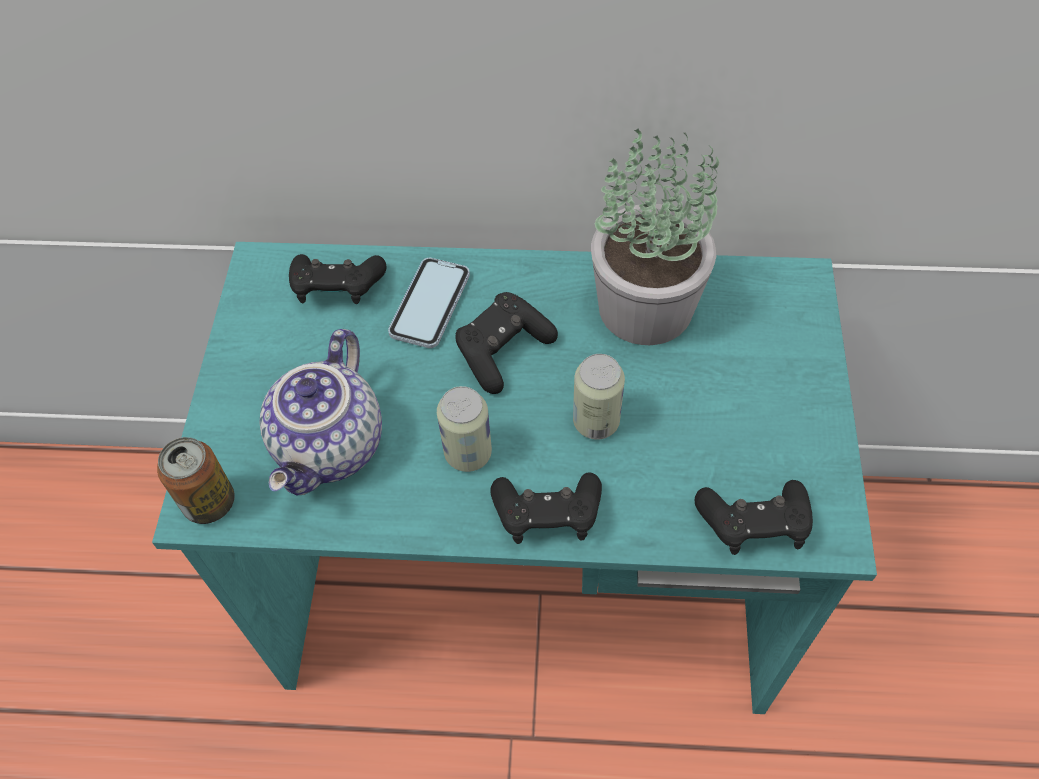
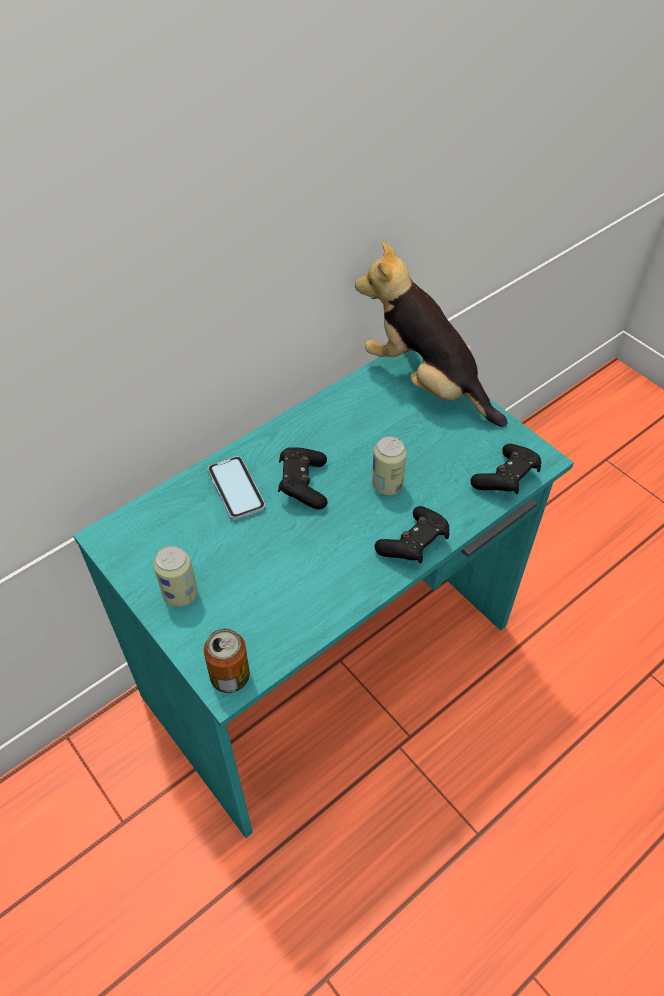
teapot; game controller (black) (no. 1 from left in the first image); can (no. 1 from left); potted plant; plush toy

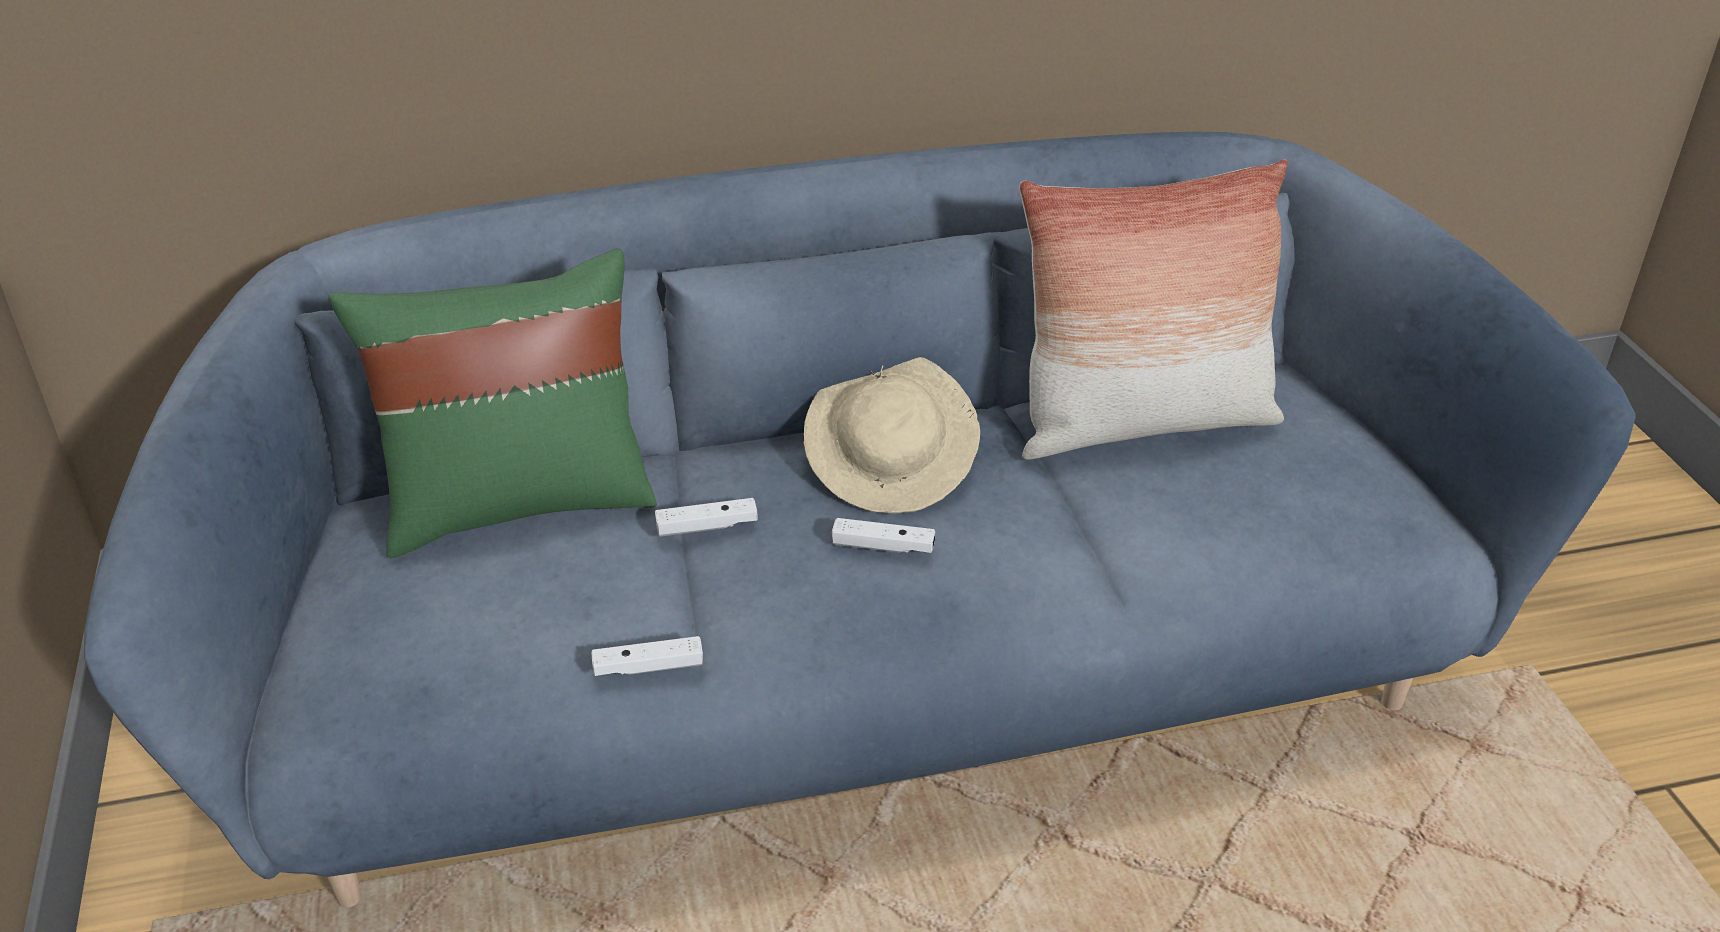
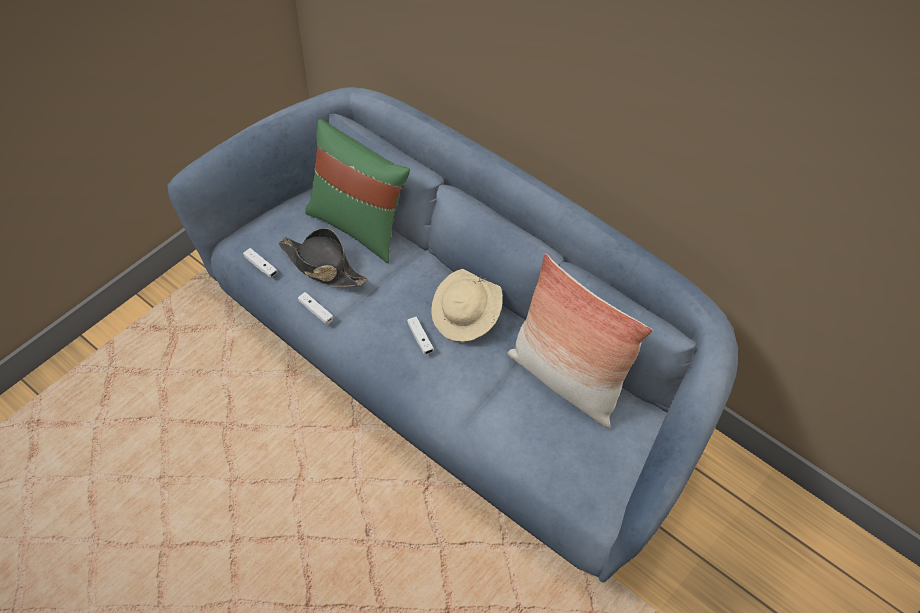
game controller (white) (no. 1 from left); hat (black)

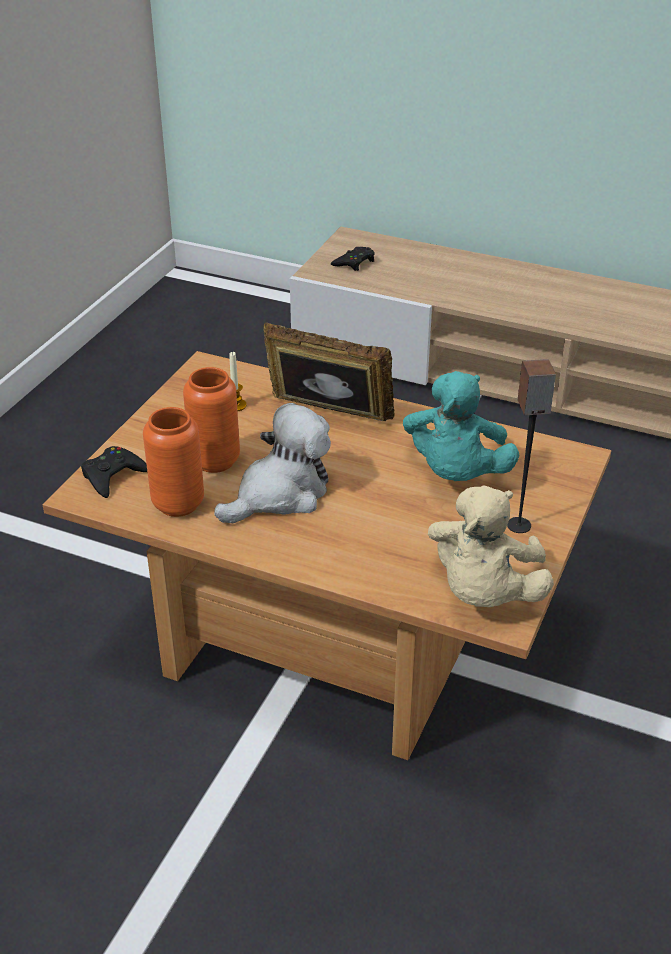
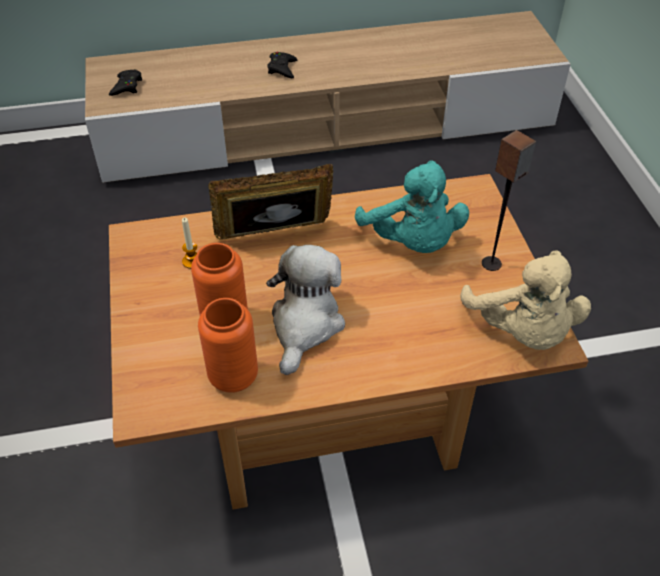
game controller (black) (no. 2 from left)

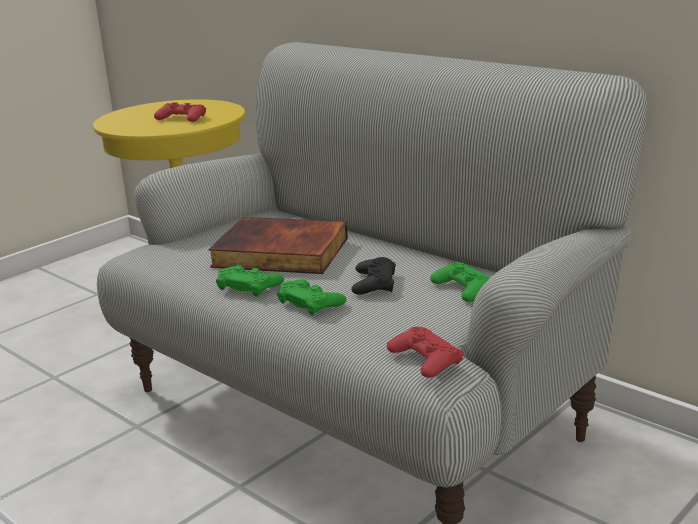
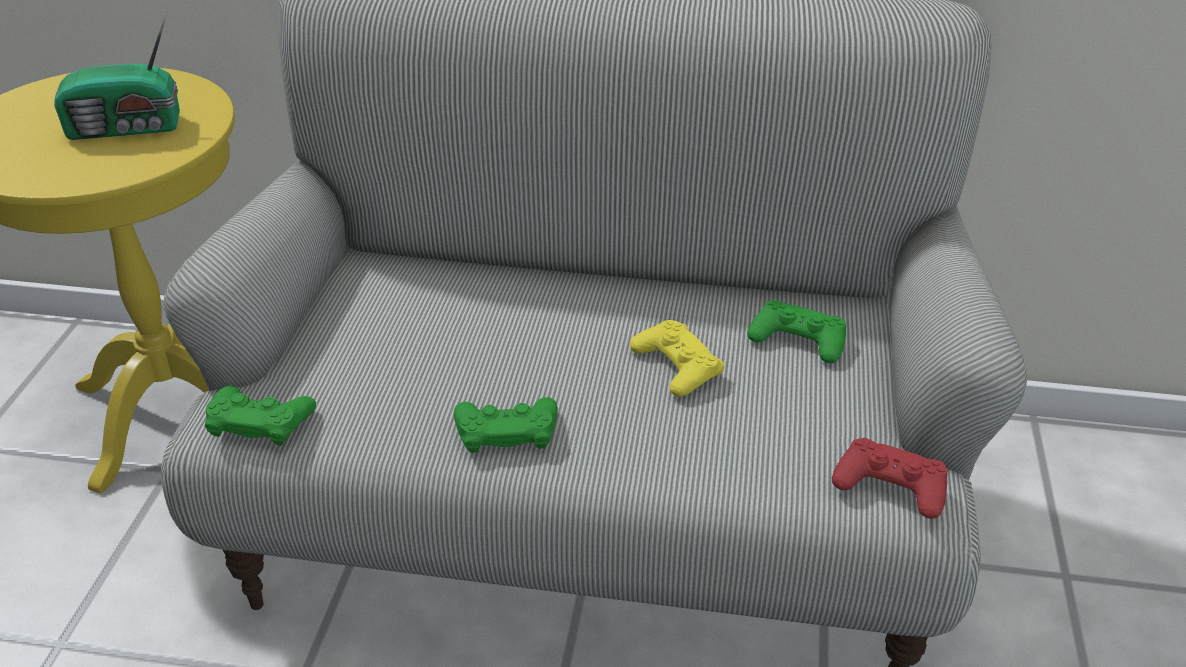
radio; book; game controller (green) (no. 1 from left); game controller (yellow)

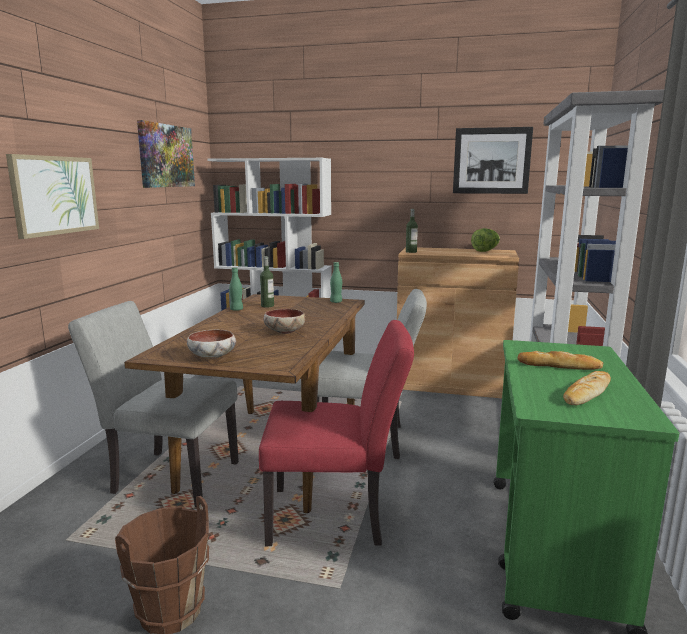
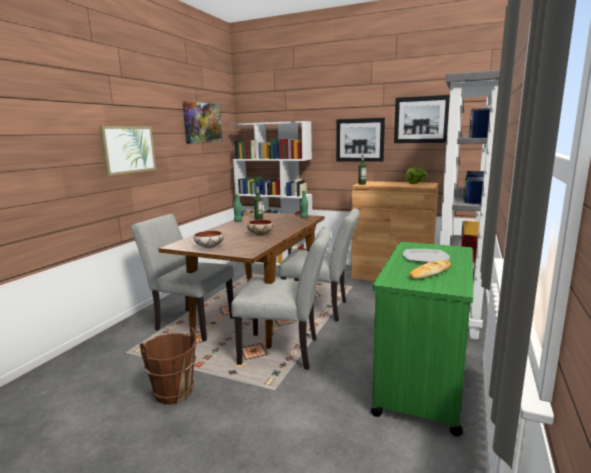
chair (grey) (no. 2 from left); plate; picture (no. 3 from left)

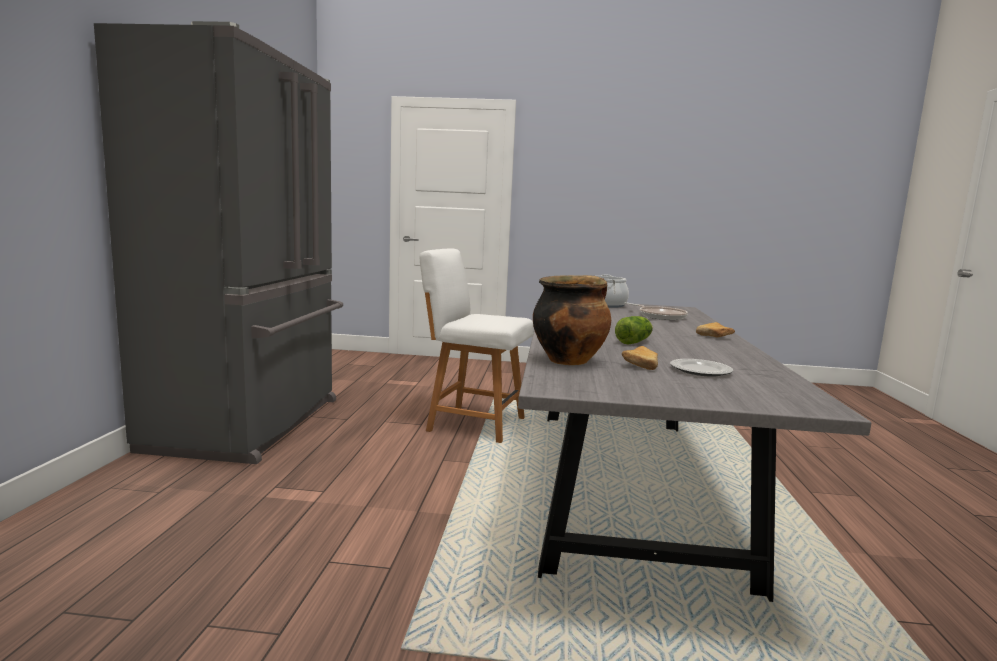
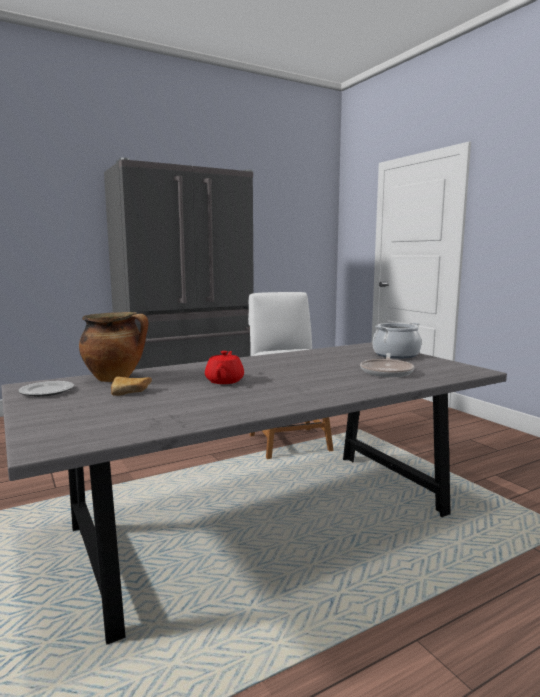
teapot (red); plate; bread (no. 2 from left in the first image)

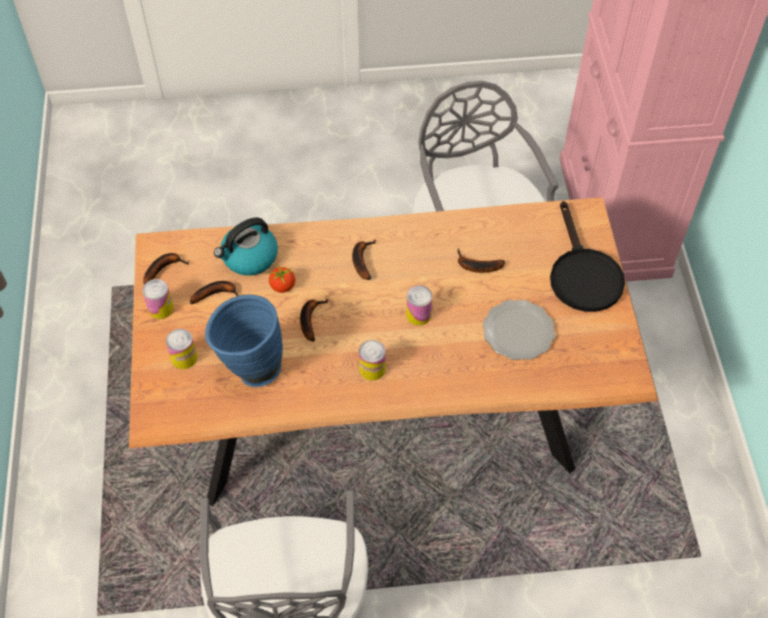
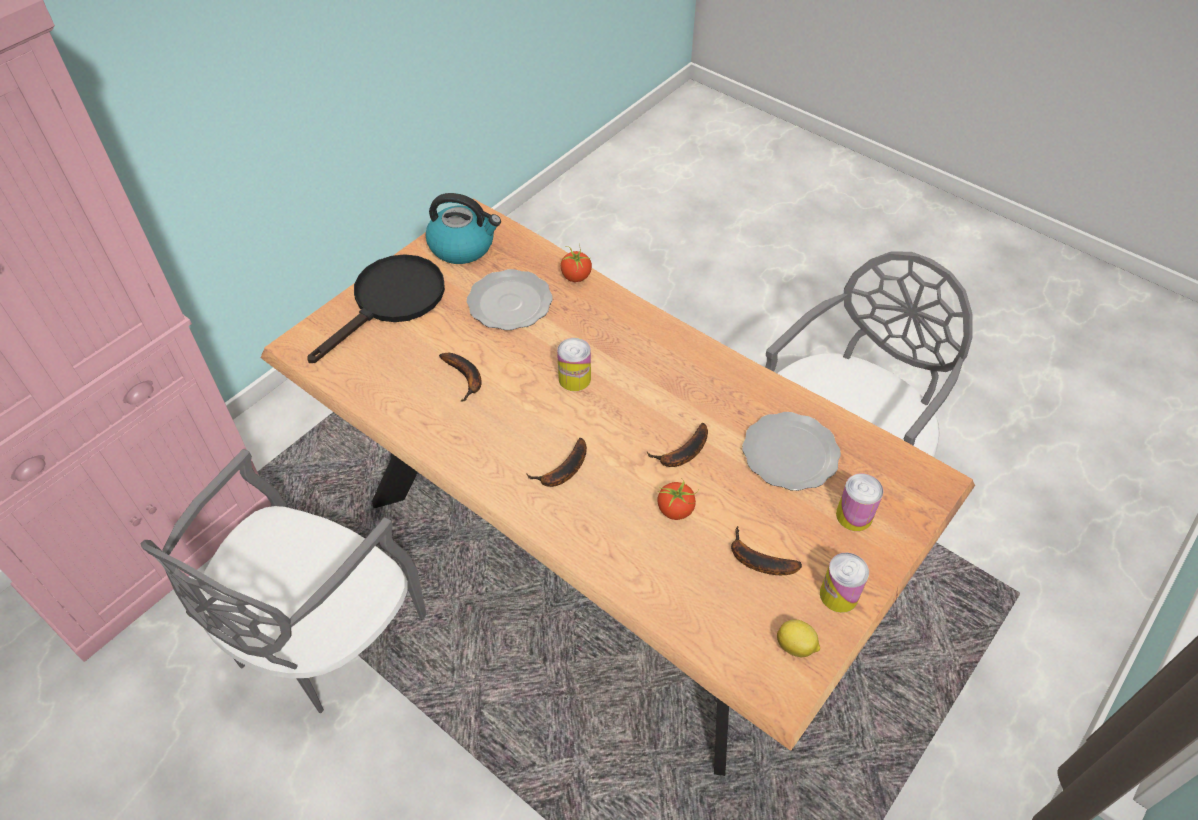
lemon; plate (no. 2 from left); kettle; can (no. 3 from left in the first image); tomato (no. 1 from left)

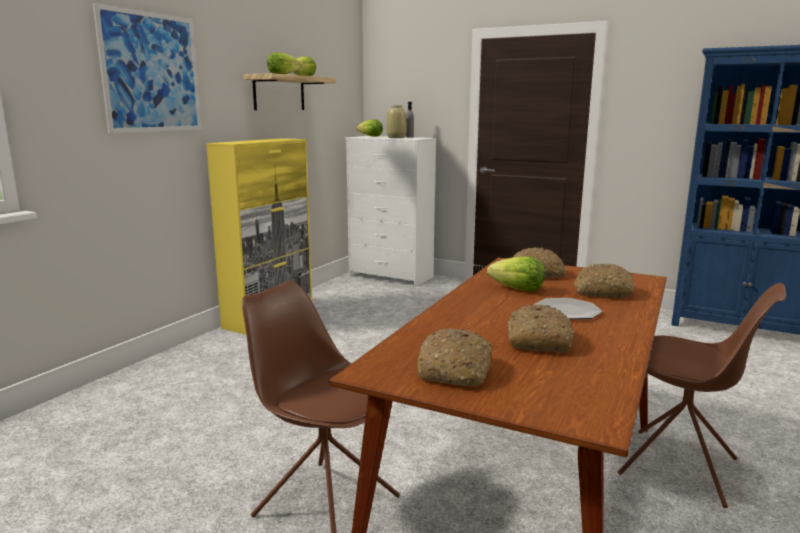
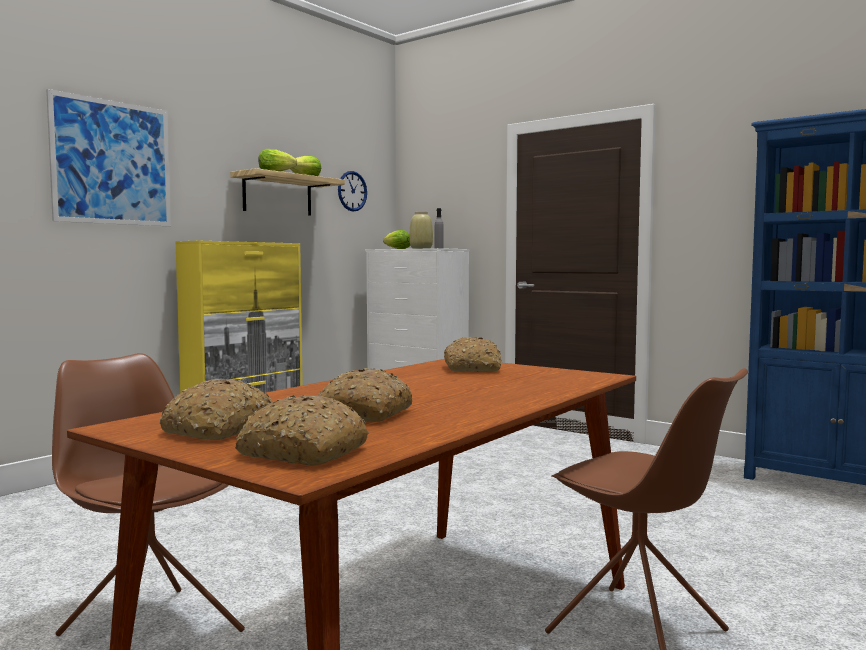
lettuce (no. 4 from left in the first image); plate; bread (no. 2 from left); wall clock

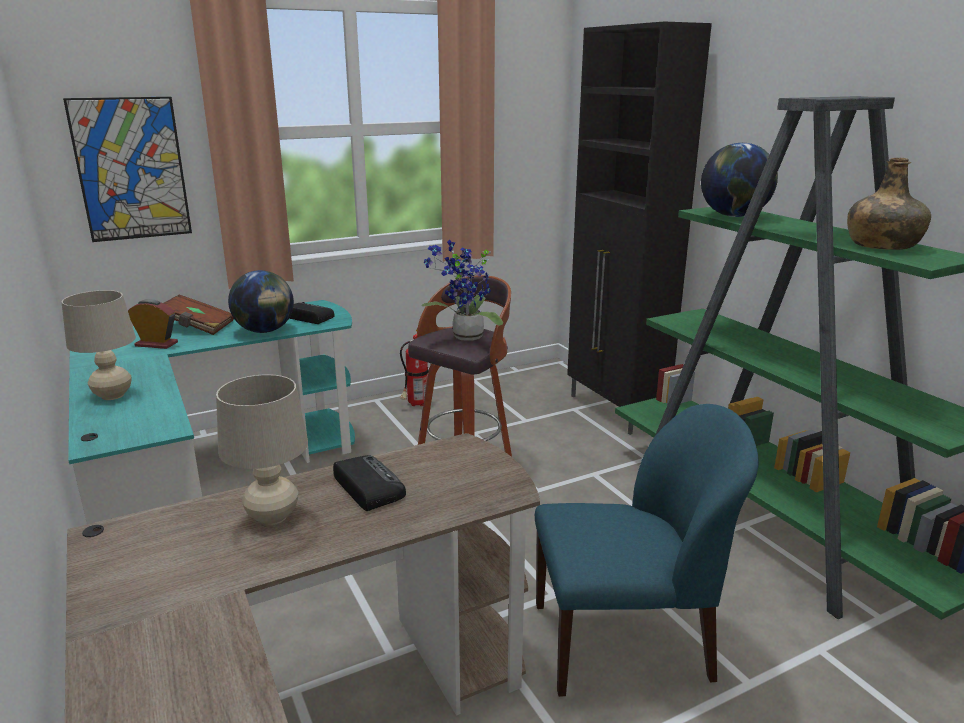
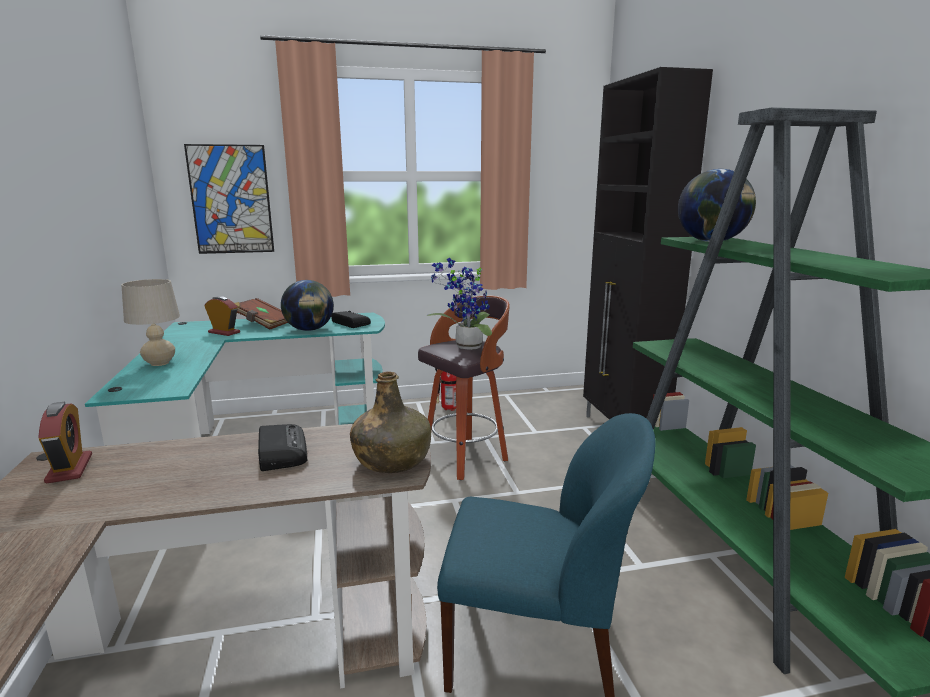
table lamp (beige) (no. 2 from left in the first image); bottle (green); alarm clock (no. 1 from left)

